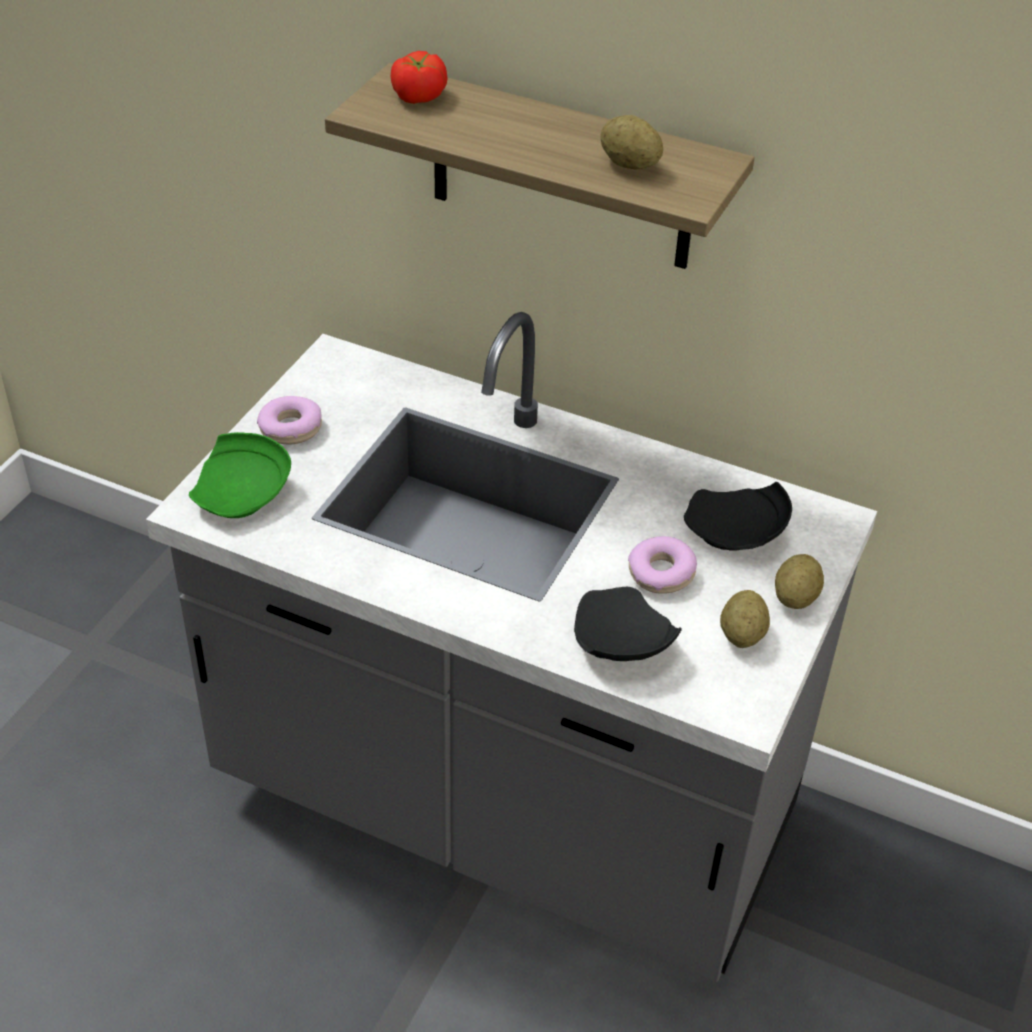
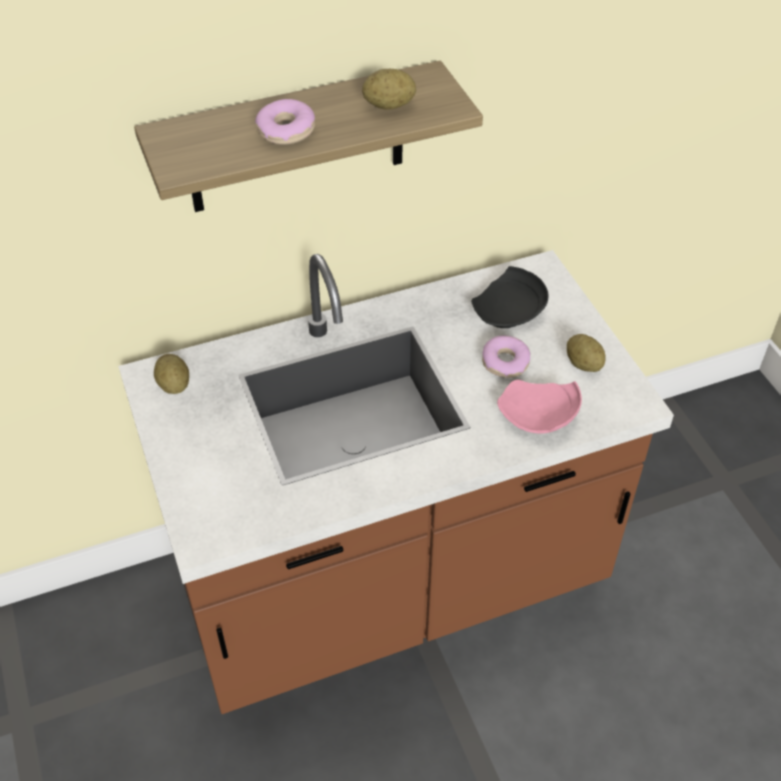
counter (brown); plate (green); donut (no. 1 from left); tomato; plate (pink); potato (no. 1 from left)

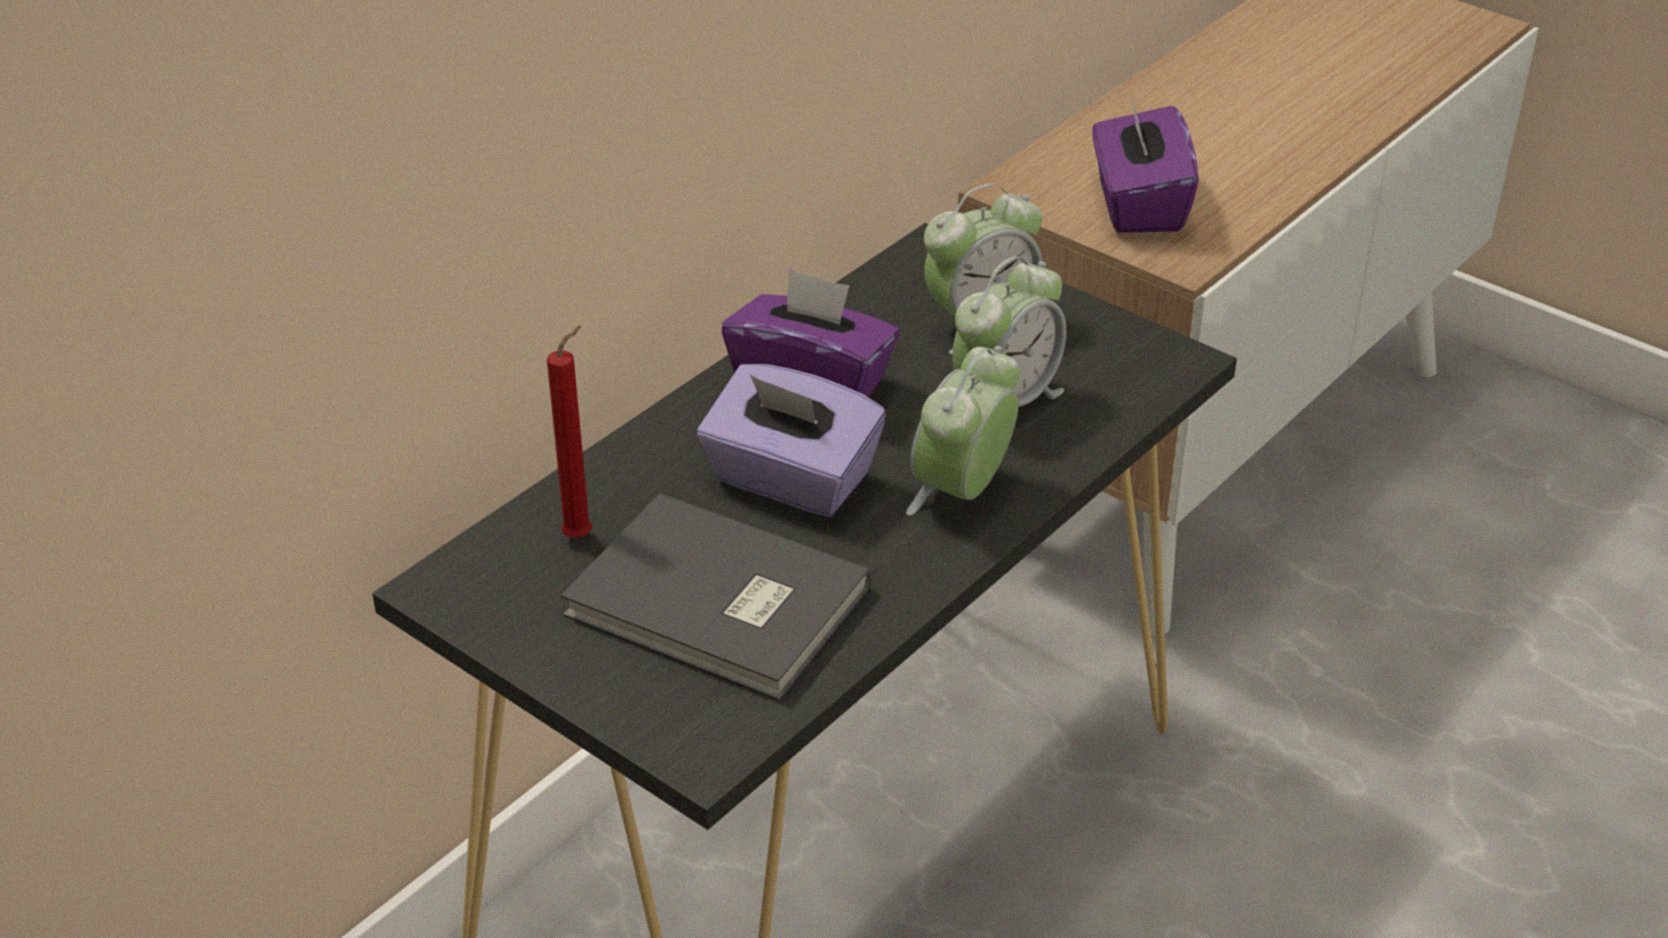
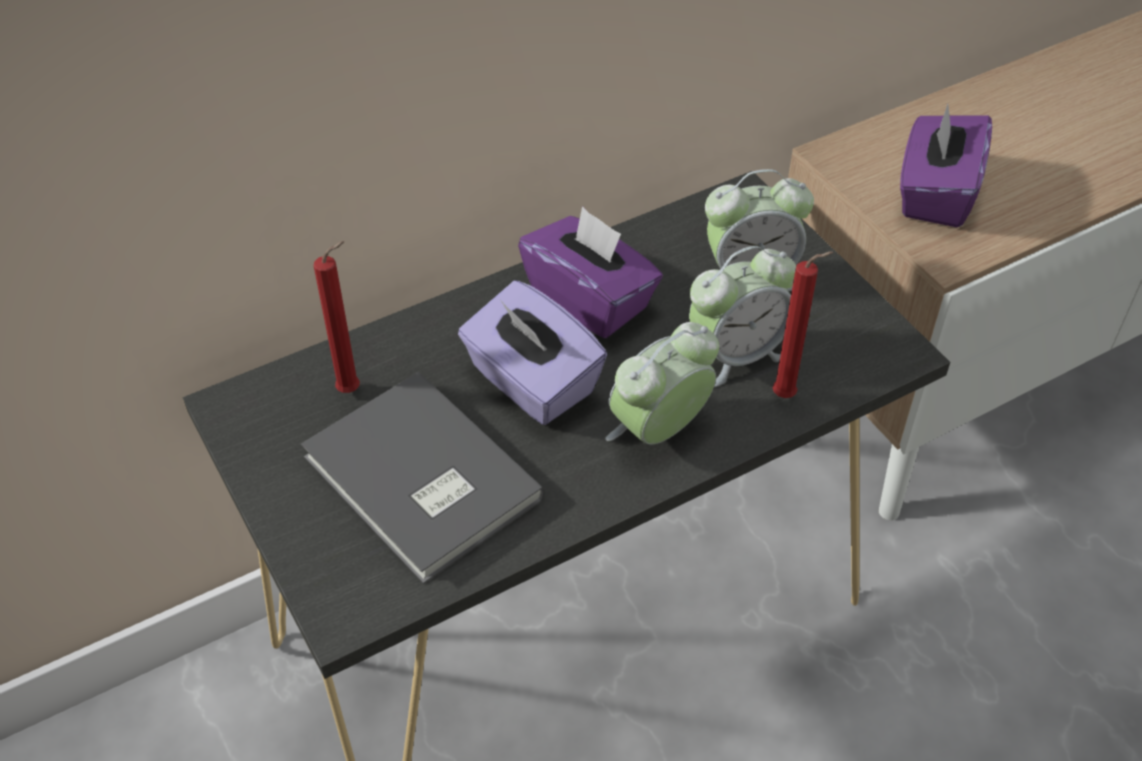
candle (red) (no. 2 from left)

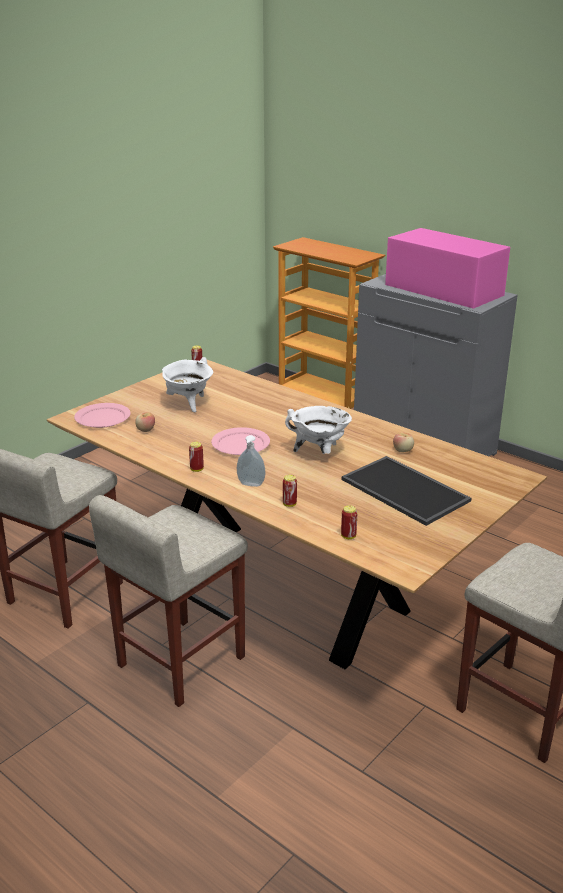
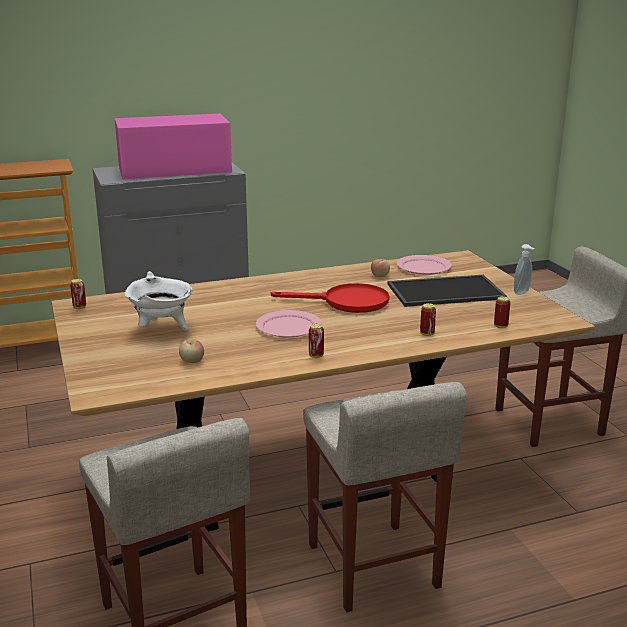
plate (pink) (no. 2 from left); soap dispenser; frying pan (red)

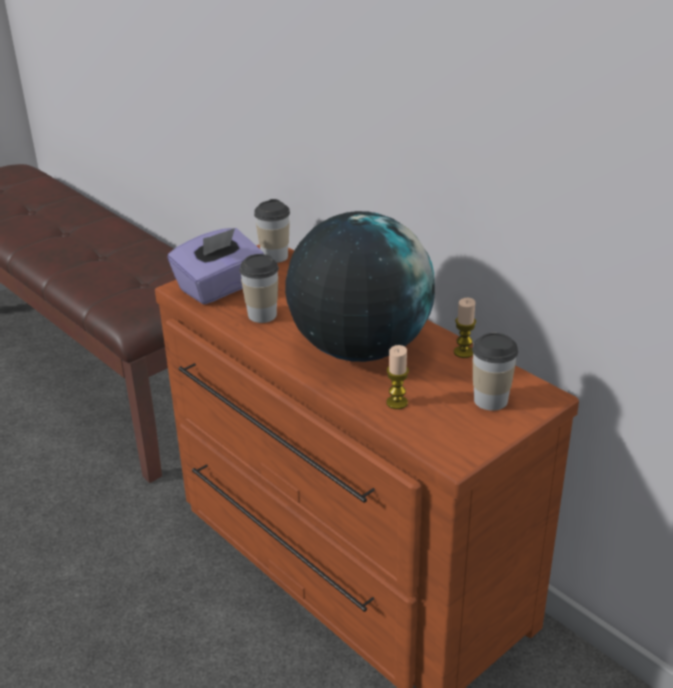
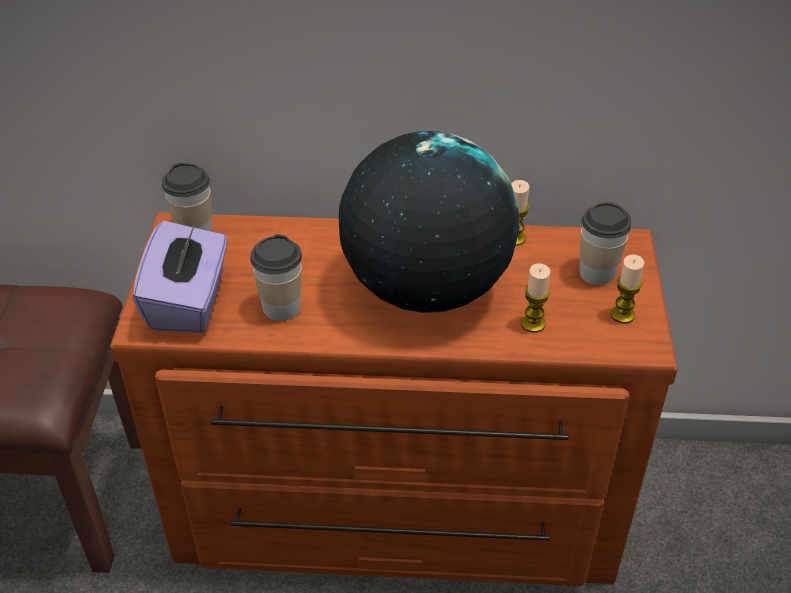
candle (no. 3 from left)

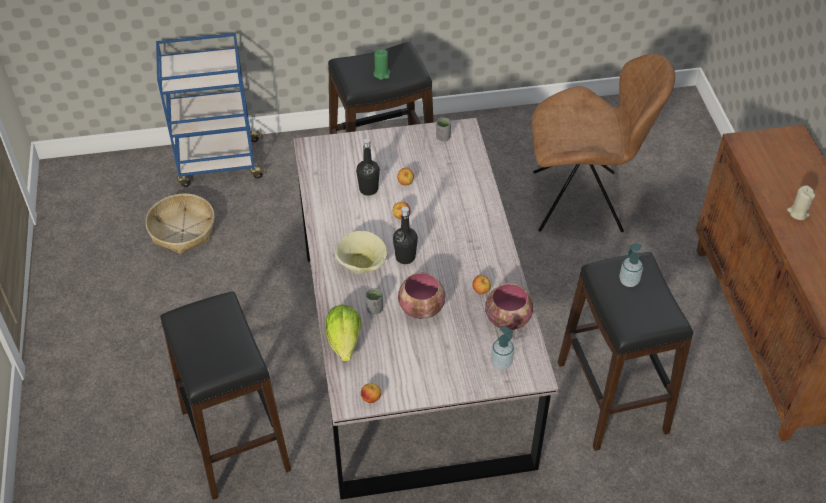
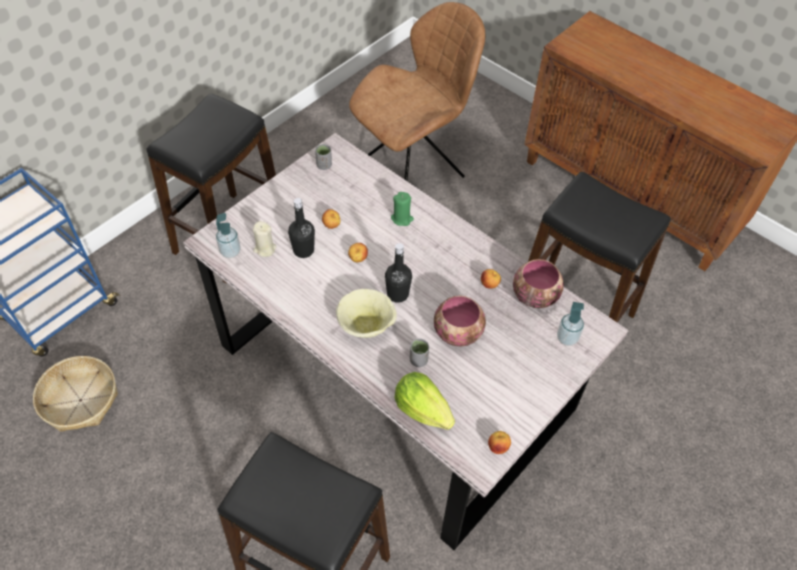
candle (green); soap dispenser (no. 1 from left); candle (beige)

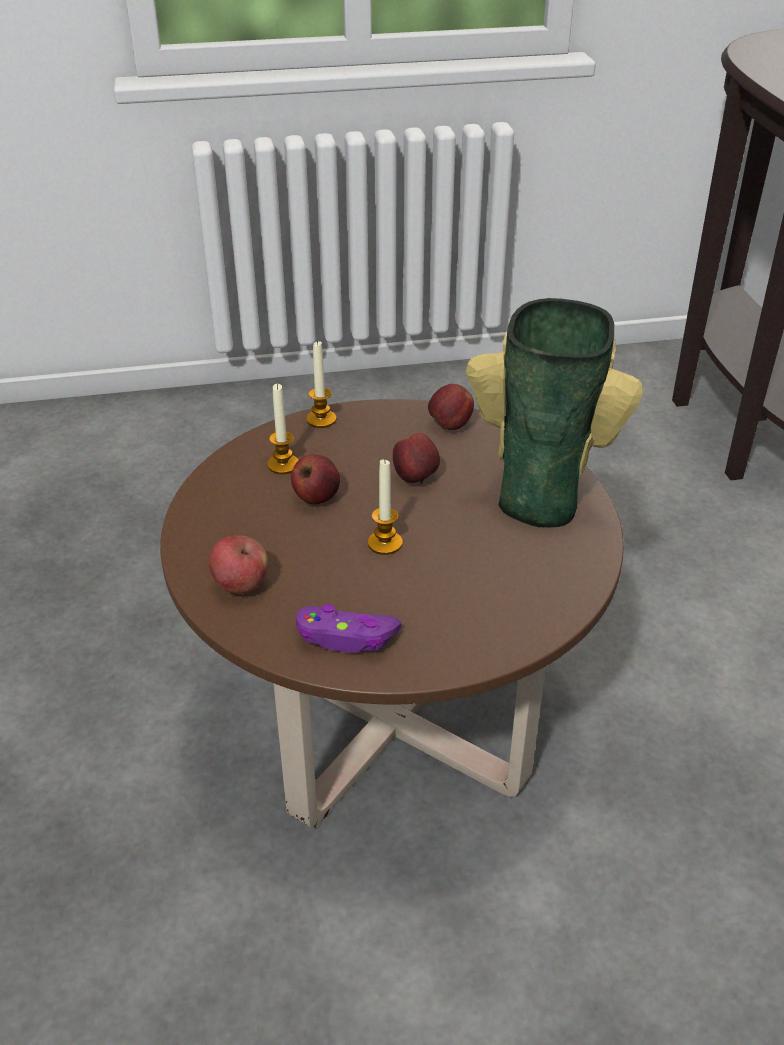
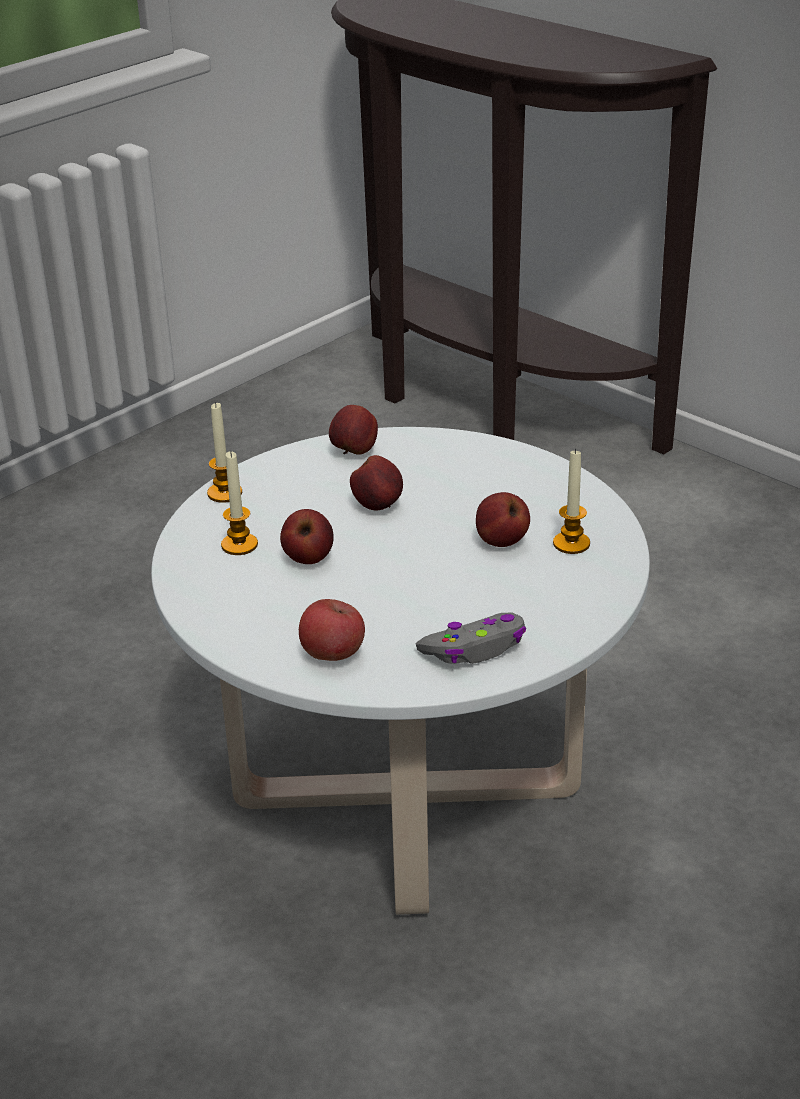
coffee table (white); game controller (grey); candle (no. 3 from left); vase; apple (no. 5 from left)

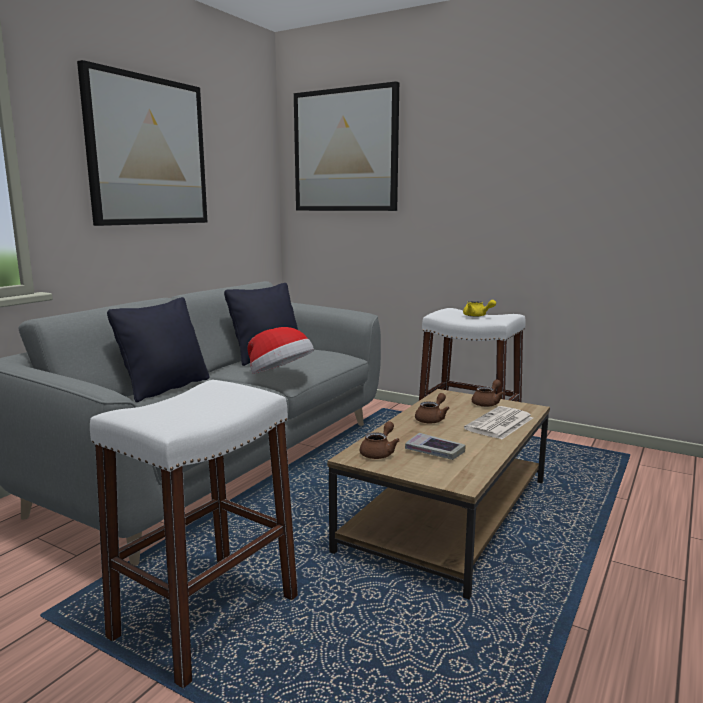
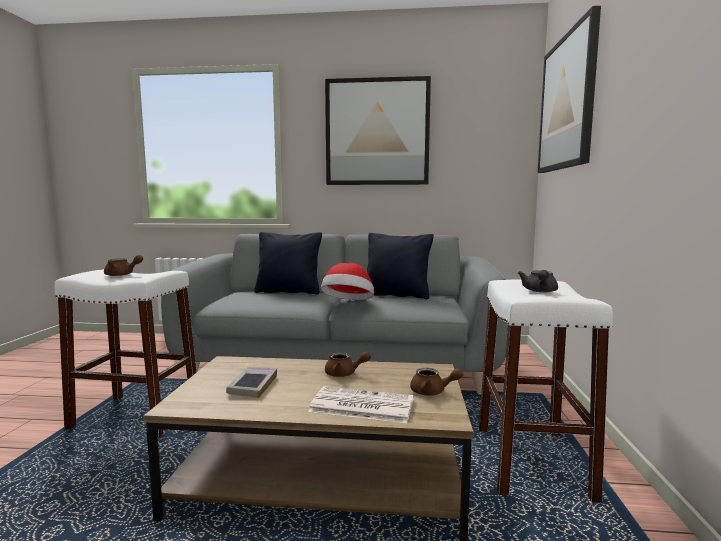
teapot (brown) (no. 1 from left); teapot (grey)

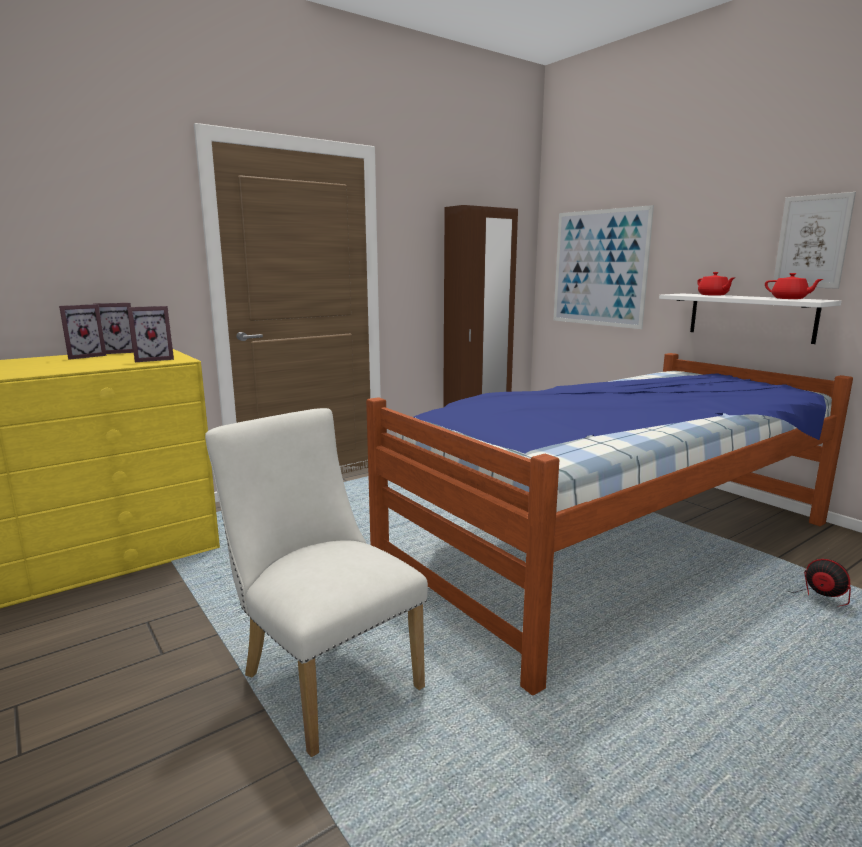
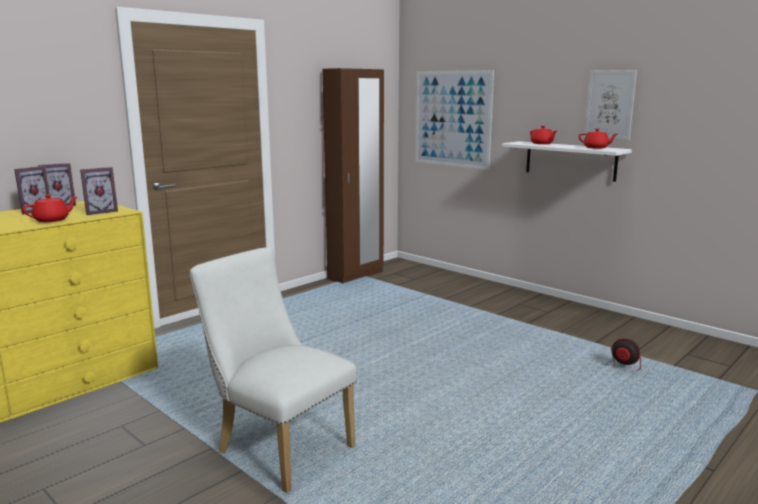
bed; teapot (red) (no. 1 from left)

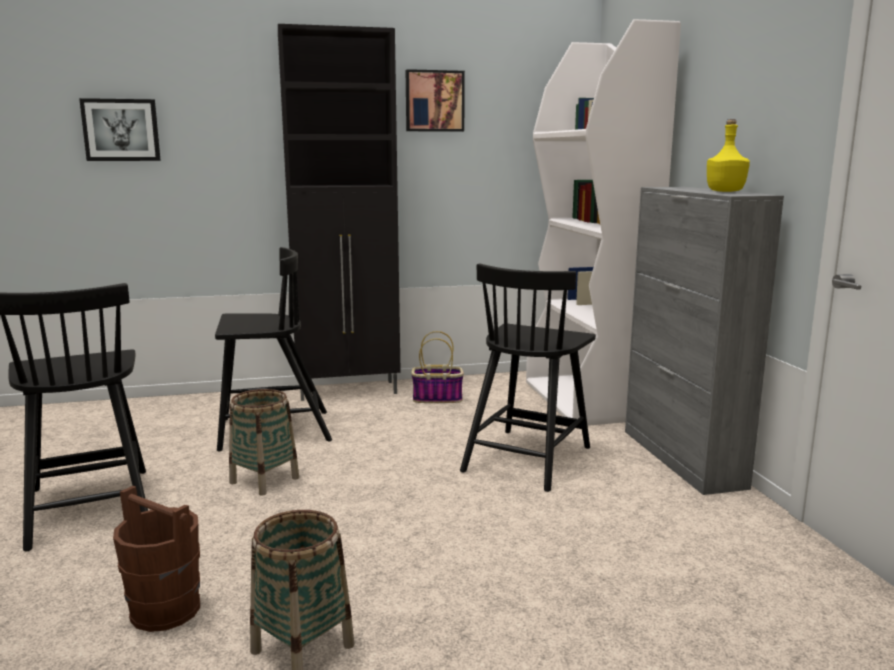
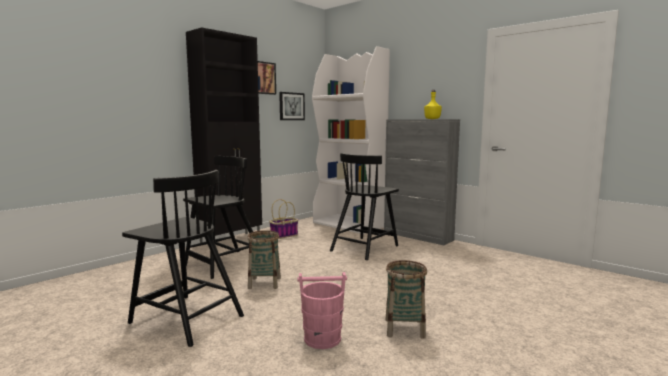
picture (no. 2 from left); bucket (pink); chair (black) (no. 3 from left)

